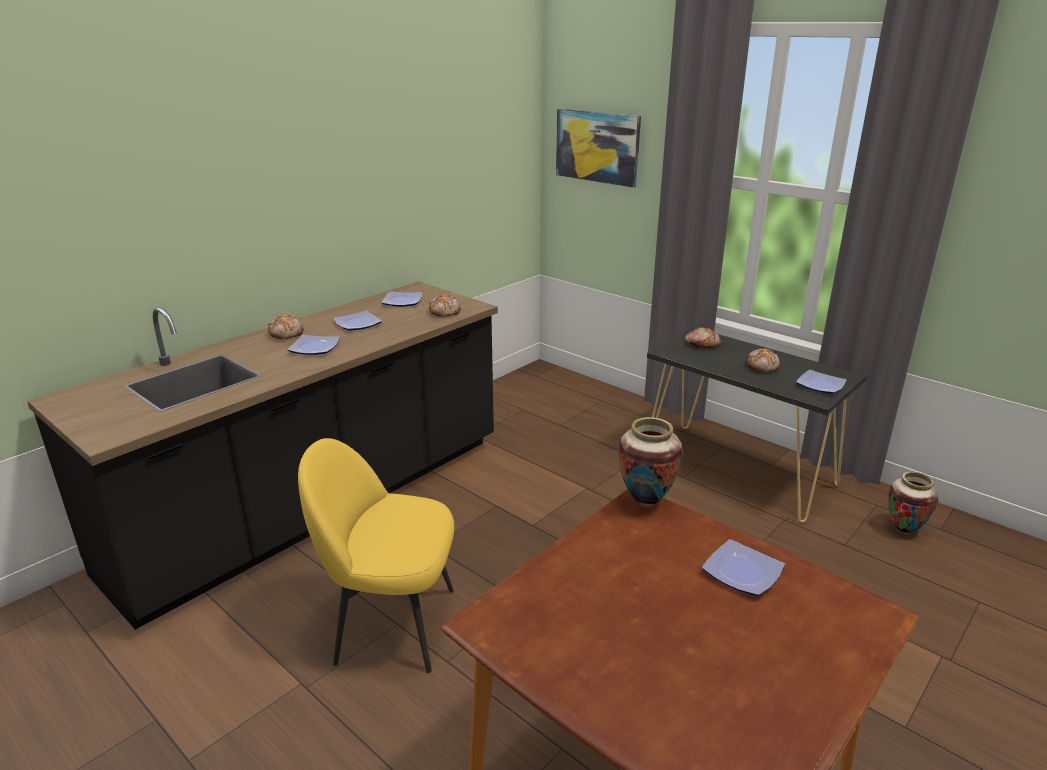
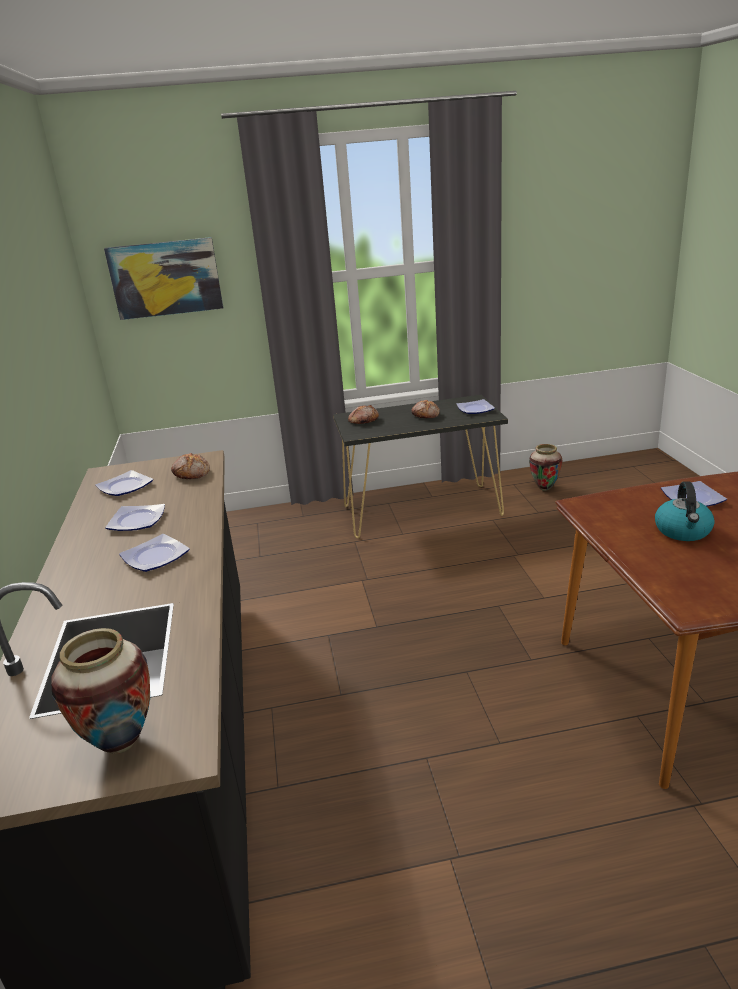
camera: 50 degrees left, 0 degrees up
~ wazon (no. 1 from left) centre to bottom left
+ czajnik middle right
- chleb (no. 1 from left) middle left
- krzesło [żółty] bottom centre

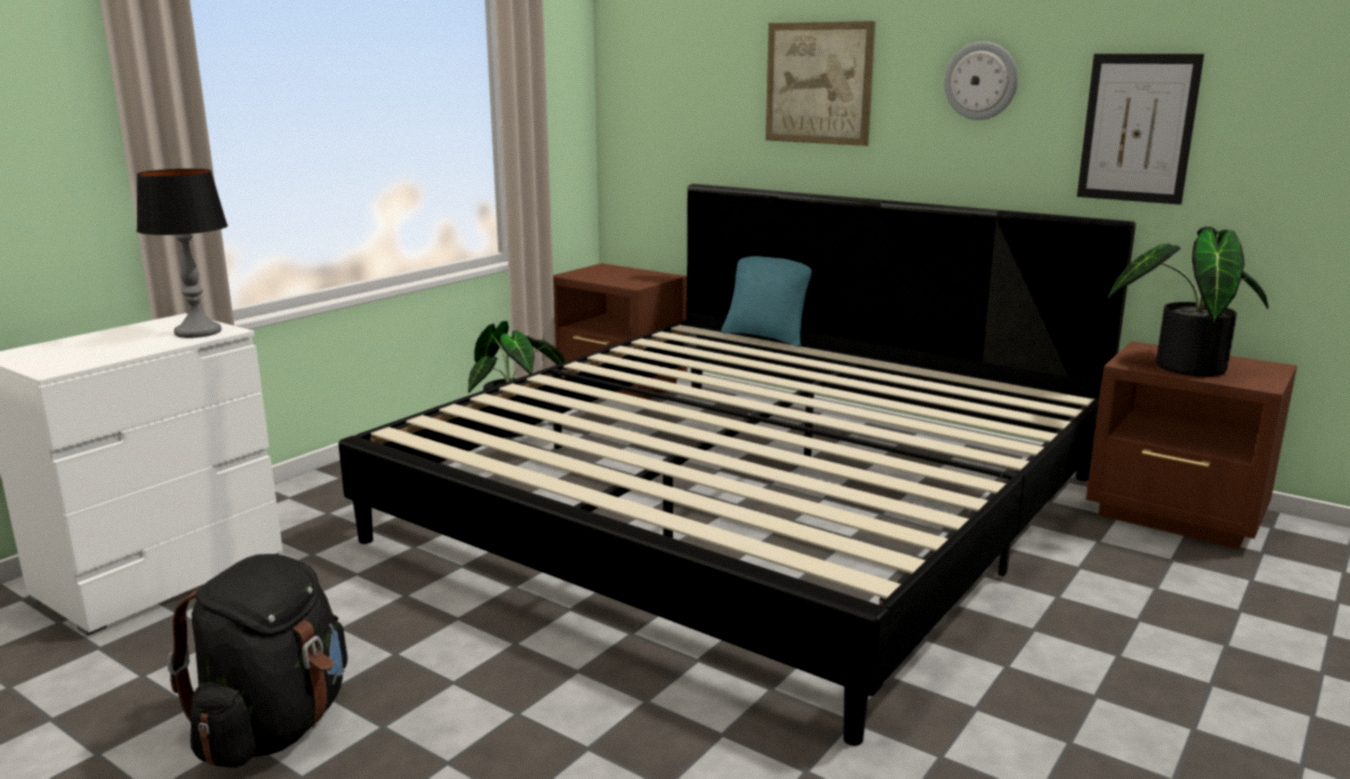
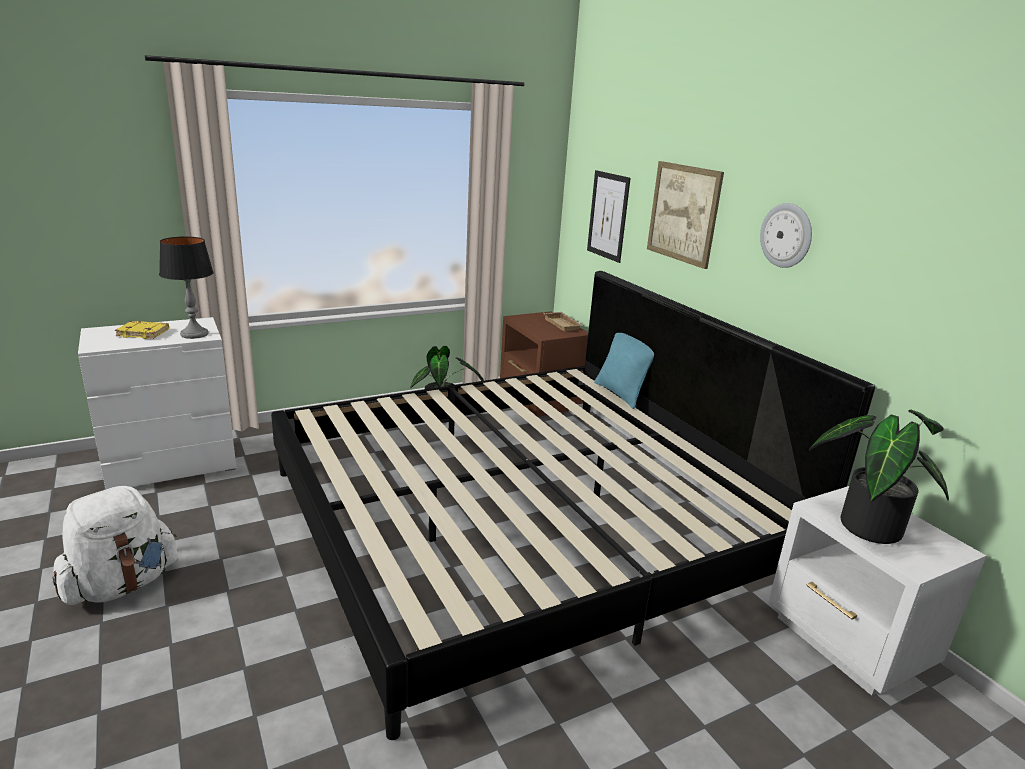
camera: 25 degrees right, 5 degrees up
~ plecak [czarny] bottom left to plecak [biały] bottom left
+ książka [żółty] middle left
+ taca [beżowy] centre
~ obraz (no. 2 from left in the first image) top right to obraz (no. 1 from left) top centre
~ szafka nocna [brązowy] (no. 2 from left) middle right to szafka nocna [biały] bottom right

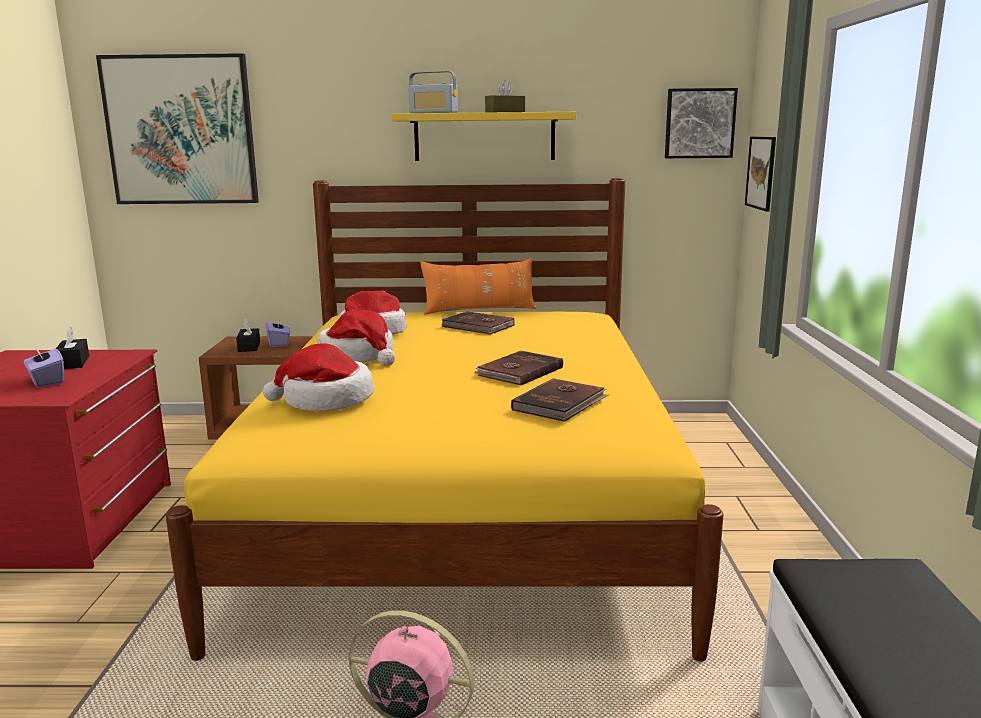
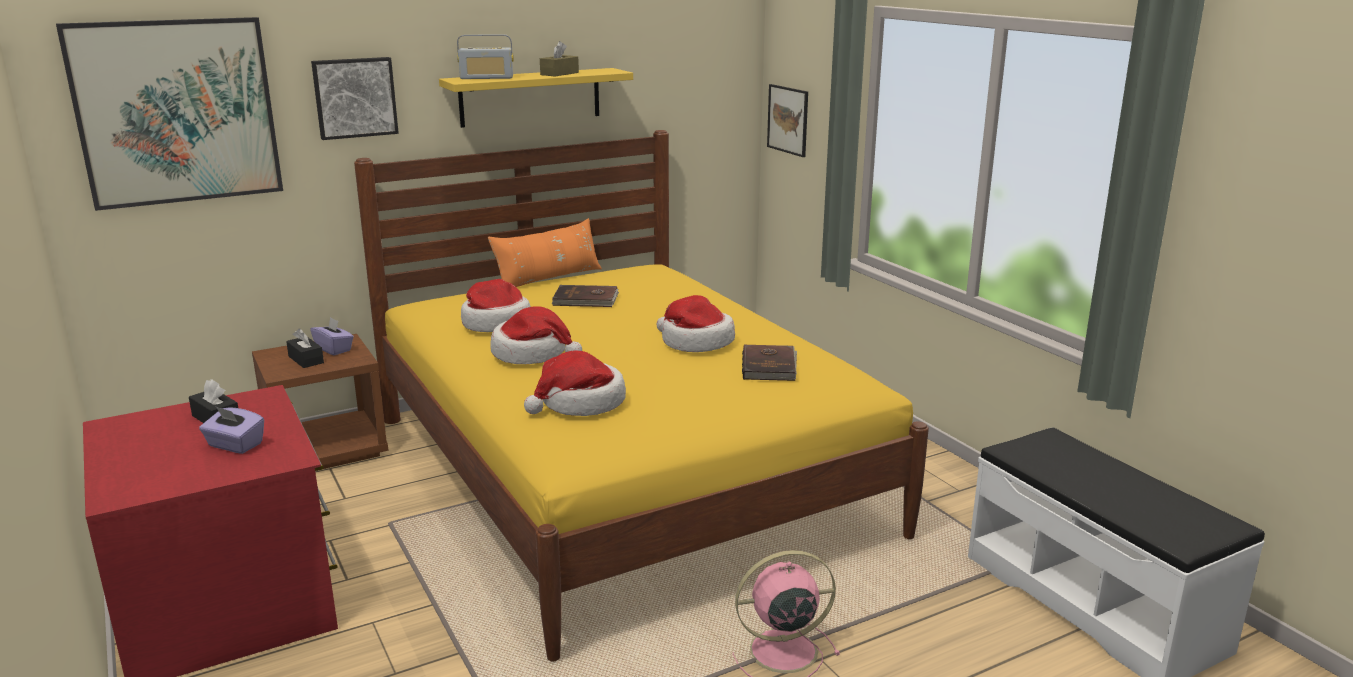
camera: 30 degrees left, 5 degrees up
~ obraz (no. 2 from left) top right to top left
~ książka [brązowy] (no. 2 from left) centre to kapelusz (no. 4 from left) centre

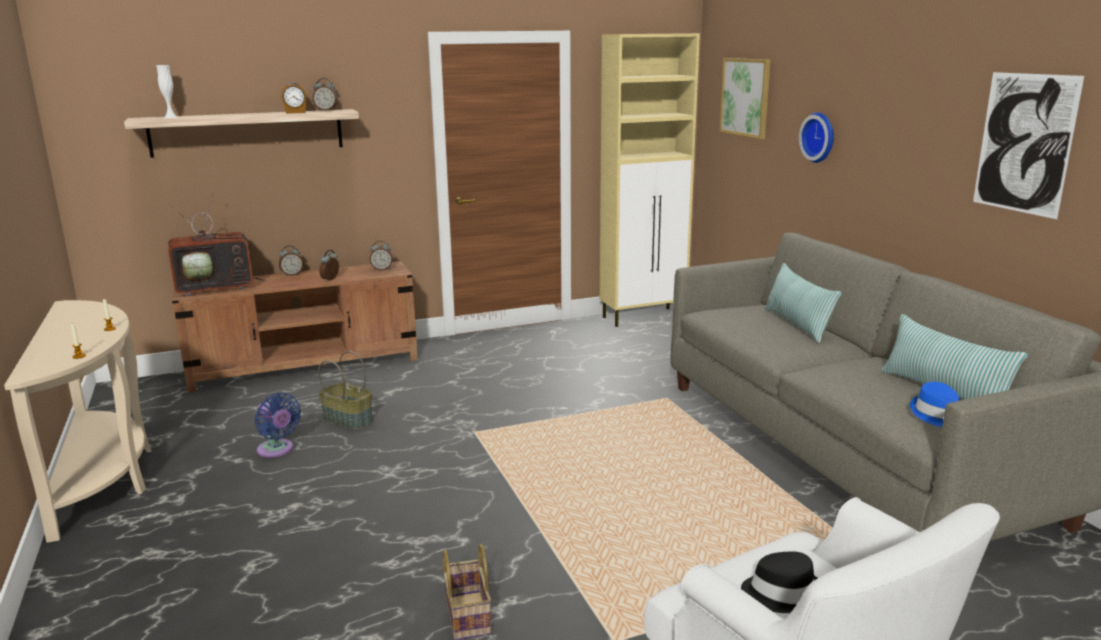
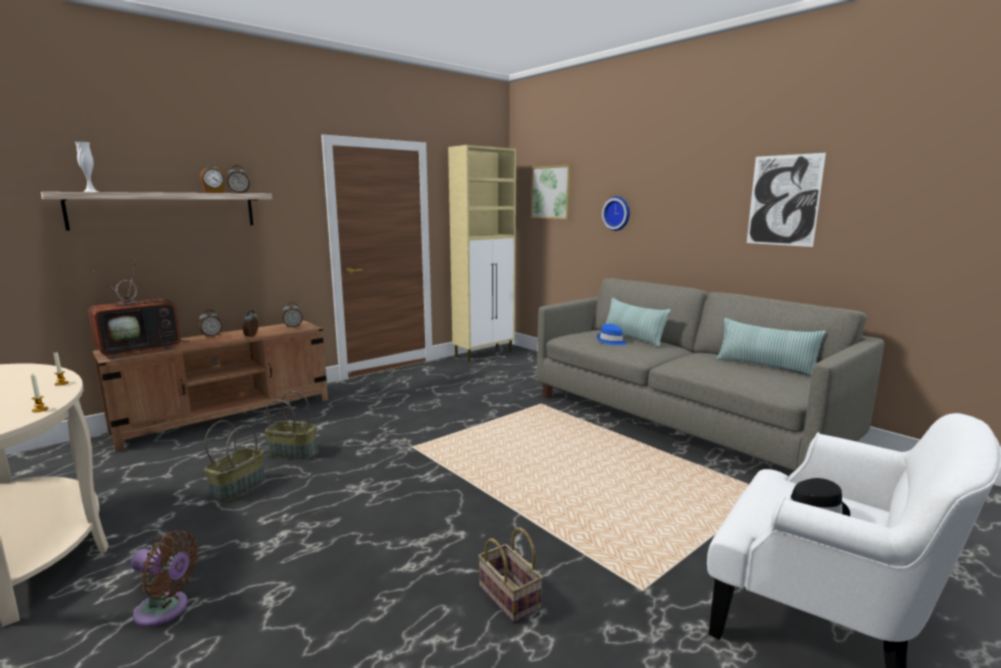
camera: 20 degrees left, 5 degrees down
+ wentylator [brązowy] bottom left
~ wentylator [niebieski] middle left to koszyk (no. 1 from left) bottom left
~ kapelusz [niebieski] middle right to centre

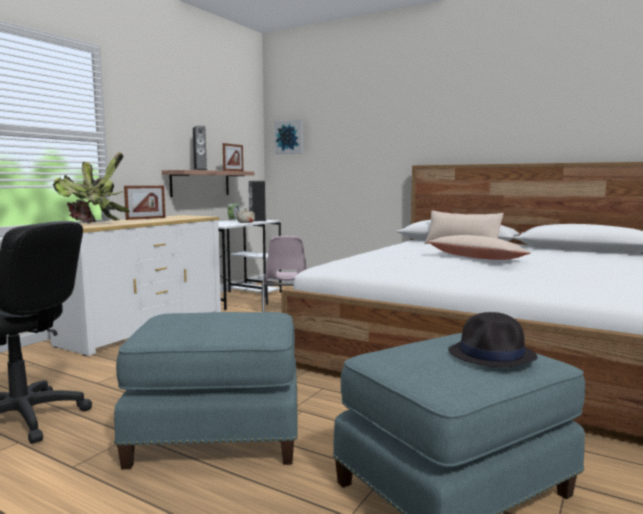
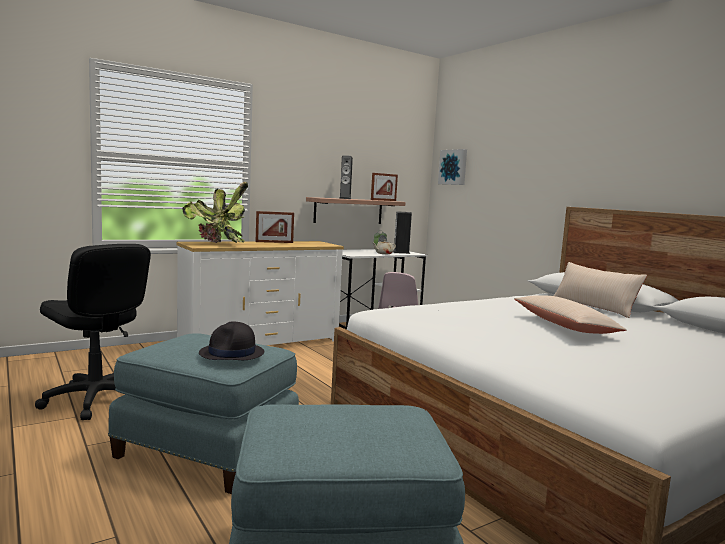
camera: 25 degrees right, 0 degrees up
~ kapelusz [czarny] middle right to middle left

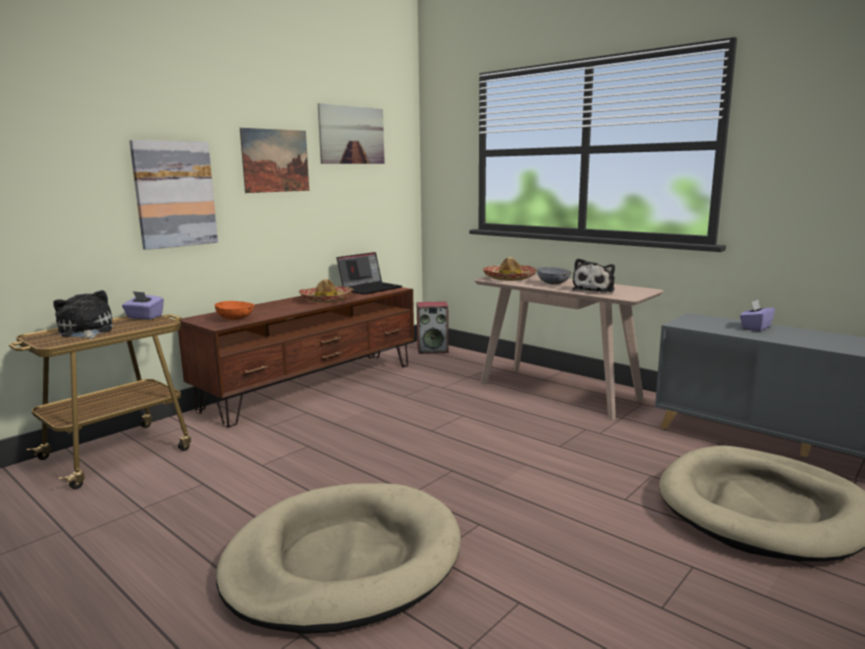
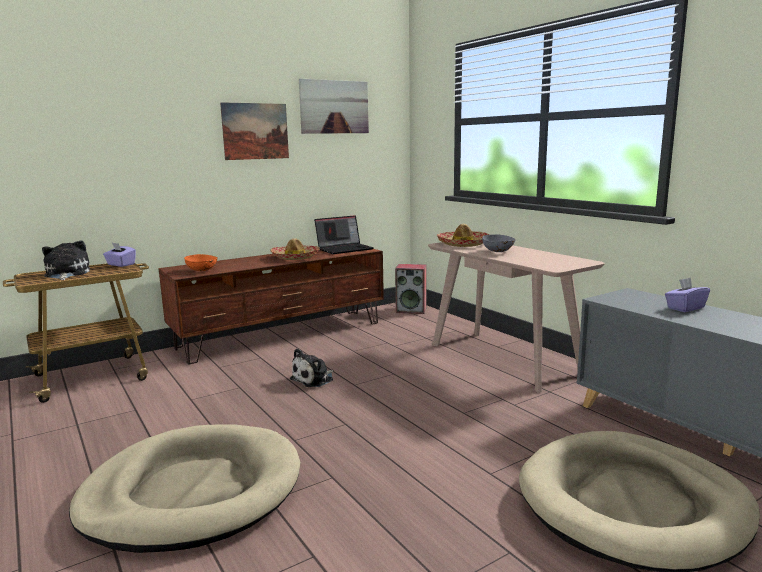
camera: 15 degrees right, 0 degrees up
~ pluszak (no. 2 from left) middle right to centre
- obraz (no. 1 from left) top left

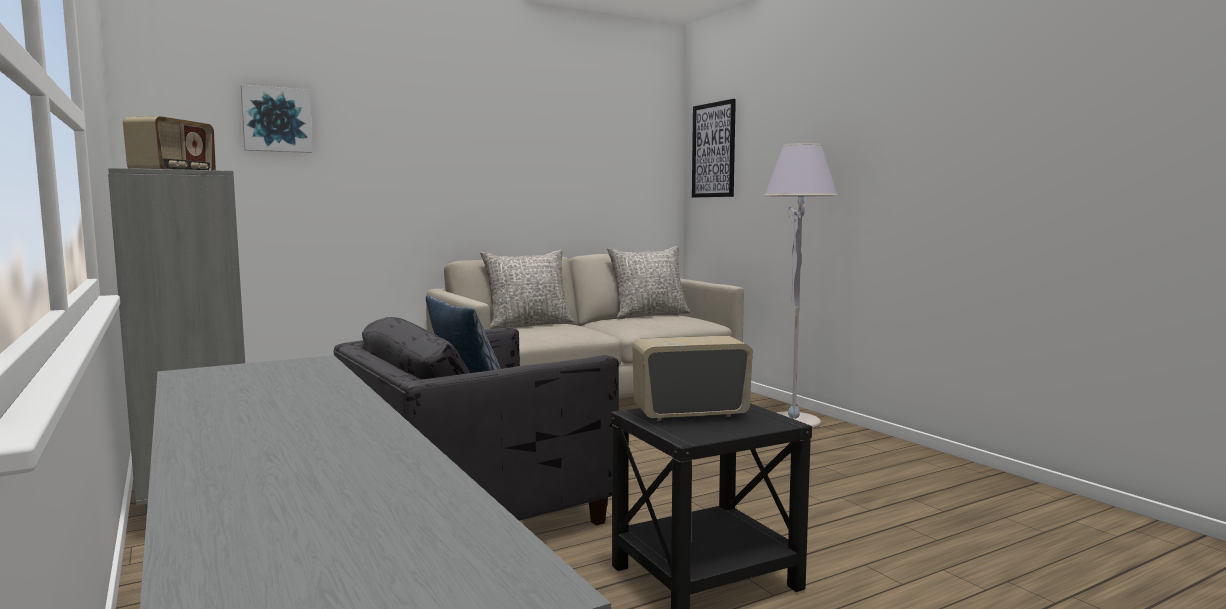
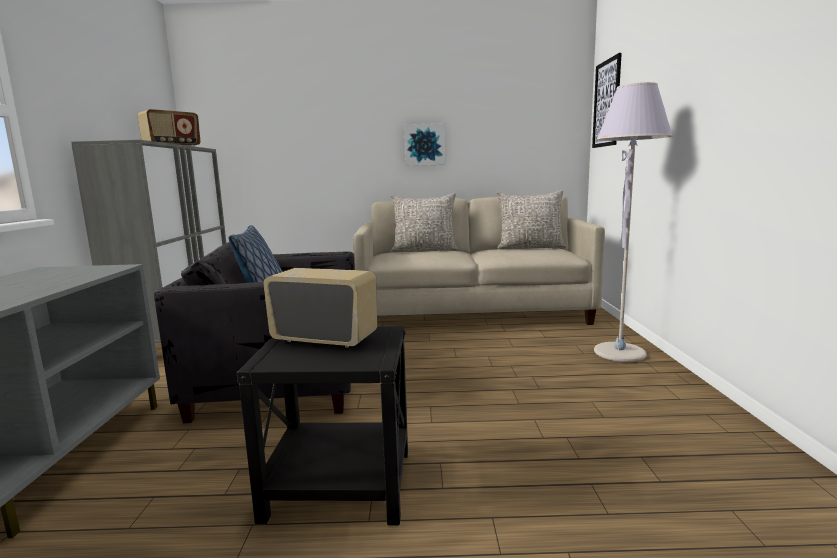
camera: 30 degrees right, 5 degrees up
~ obraz (no. 1 from left) top left to top centre

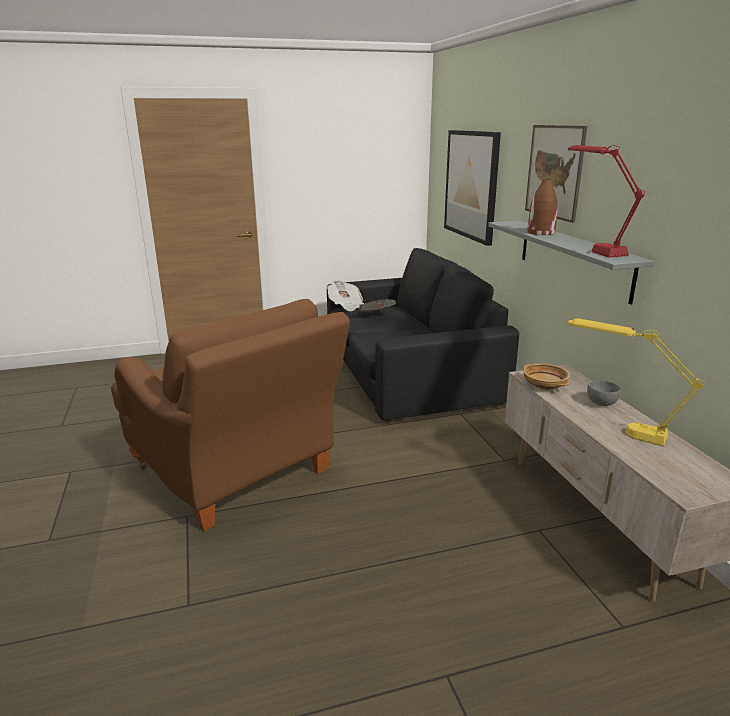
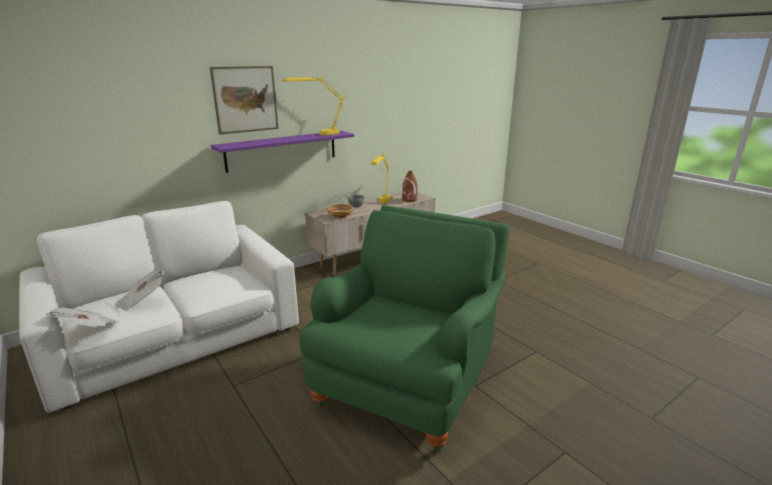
camera: 110 degrees left, 0 degrees up
~ kanapa [czarny] centre to kanapa [biały] middle left
~ półka [szary] middle right to półka [fioletowy] top centre
~ lampa stołowa [czerwony] top right to lampa stołowa [żółty] (no. 1 from left) top centre
~ fotel [brązowy] middle left to fotel [zielony] bottom centre
~ wazon [brązowy] top right to centre
- obraz (no. 1 from left) top centre

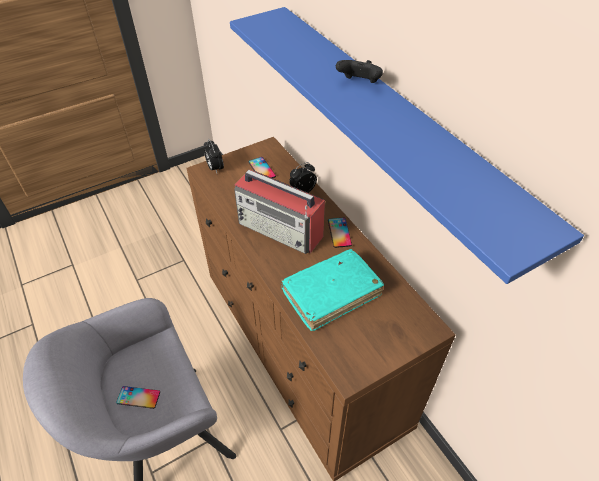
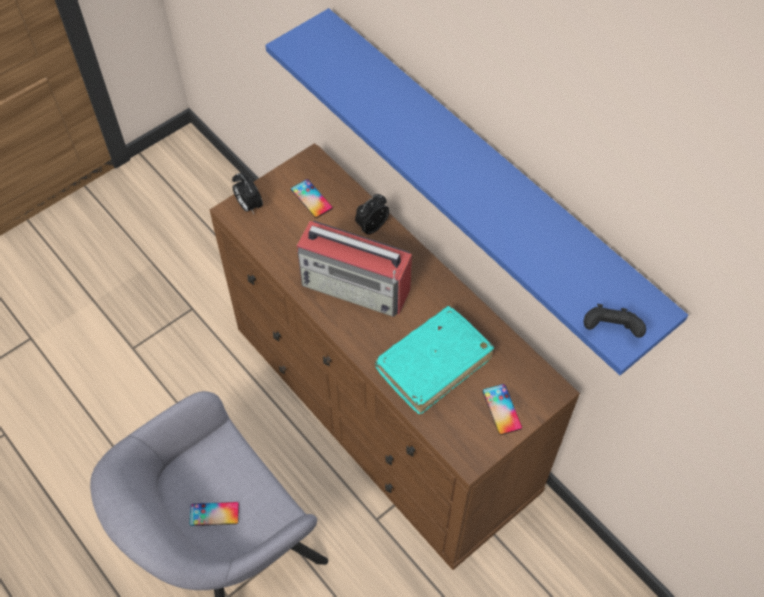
camera: 10 degrees left, 10 degrees up
~ telefon (no. 3 from left) centre to bottom centre
~ pad do gier [czarny] top centre to middle right

